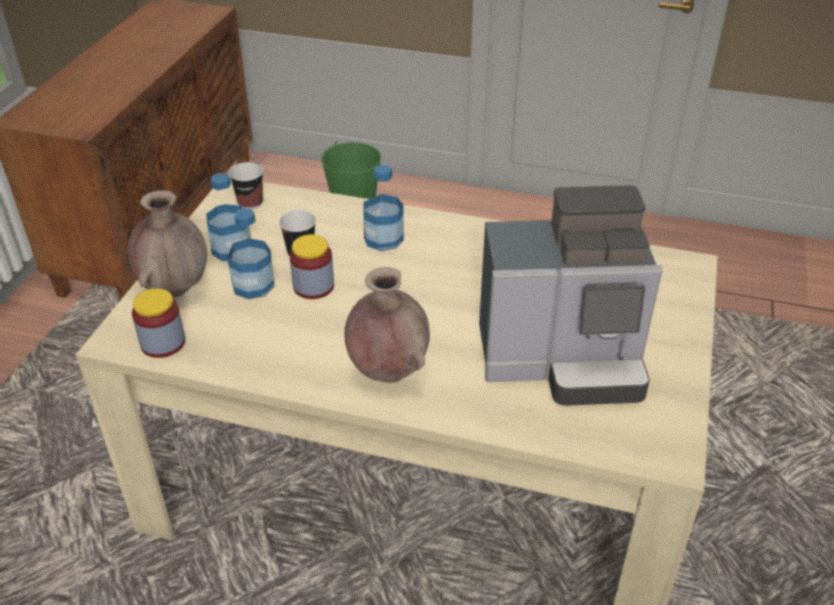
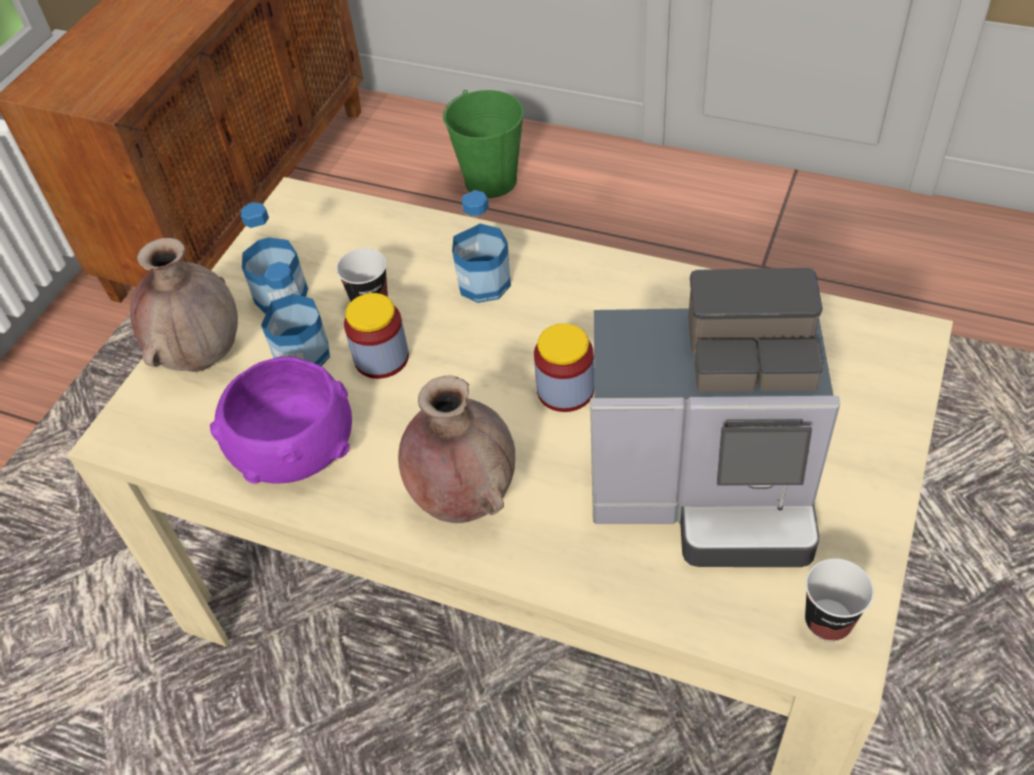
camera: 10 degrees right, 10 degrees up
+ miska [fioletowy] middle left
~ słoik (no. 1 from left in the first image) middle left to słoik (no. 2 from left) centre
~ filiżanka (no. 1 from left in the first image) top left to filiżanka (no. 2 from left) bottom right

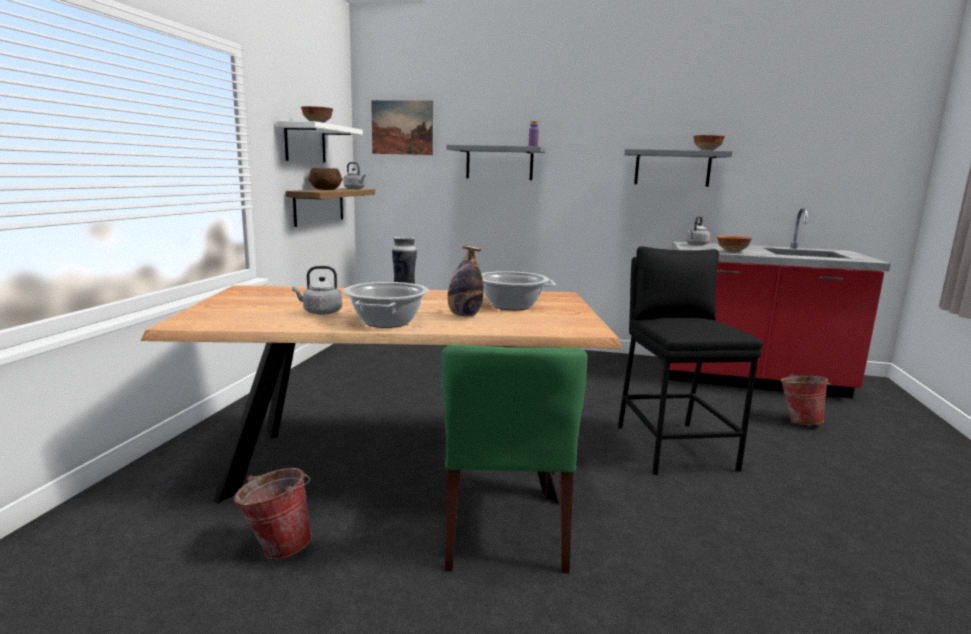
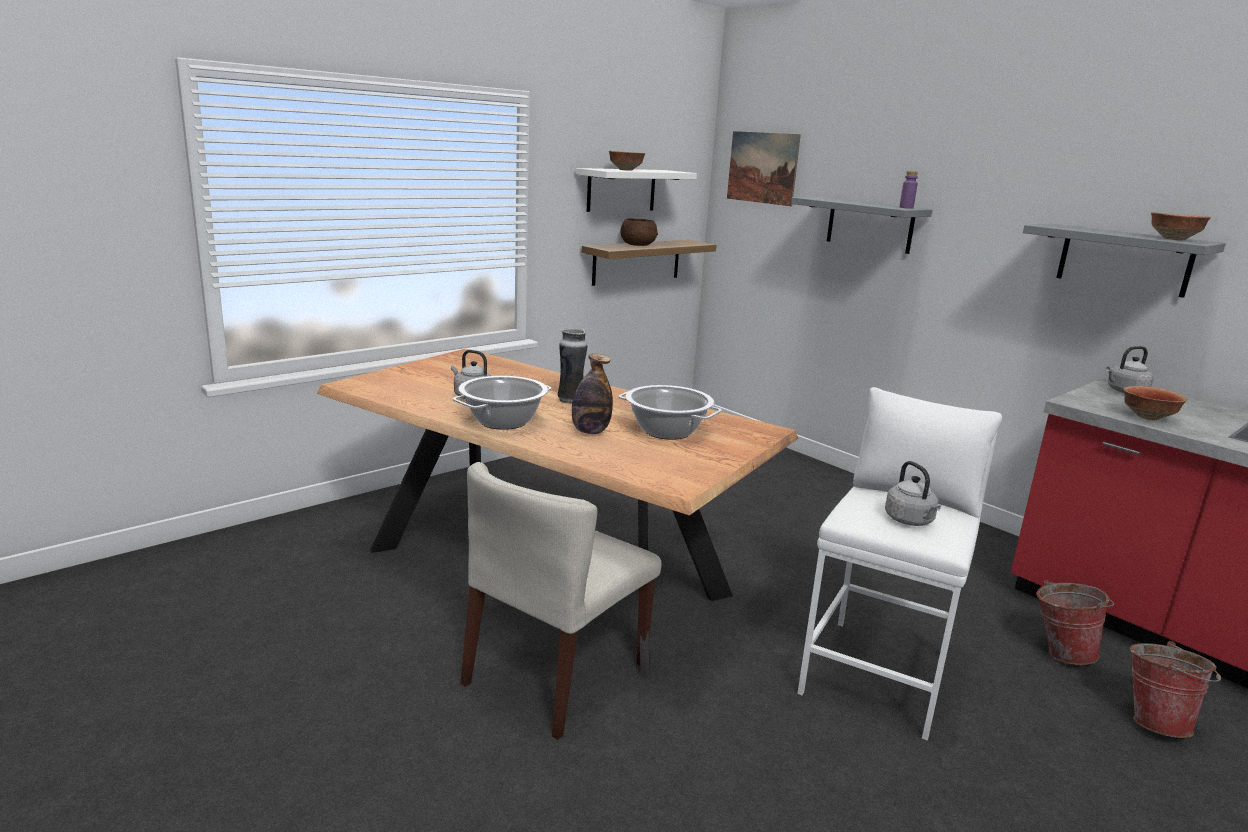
camera: 35 degrees right, 5 degrees up
~ krzesło [zielony] bottom centre to krzesło [beżowy] bottom centre
~ stołek [czarny] middle right to stołek [biały] bottom right
~ czajnik [szary] (no. 2 from left) top centre to middle right
~ wiadro (no. 1 from left) bottom left to bottom right

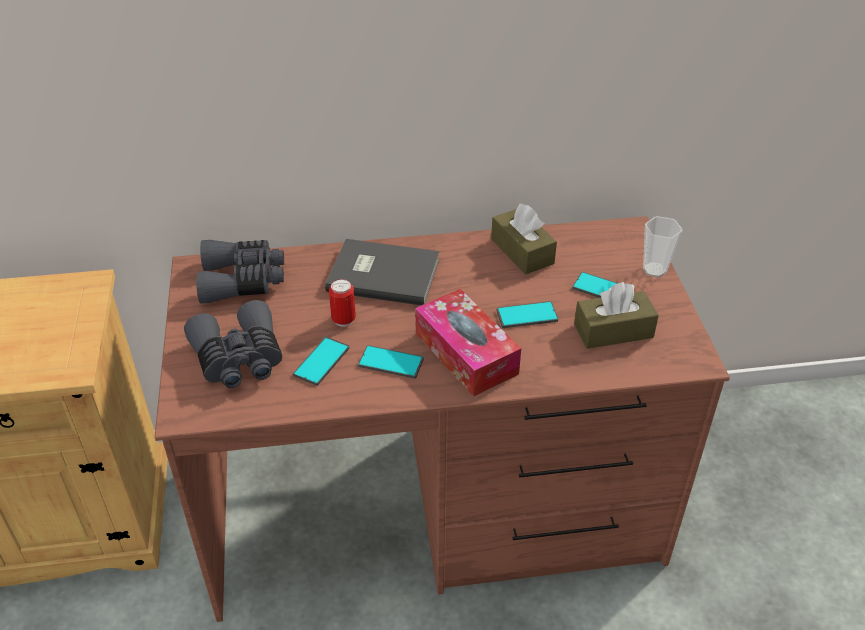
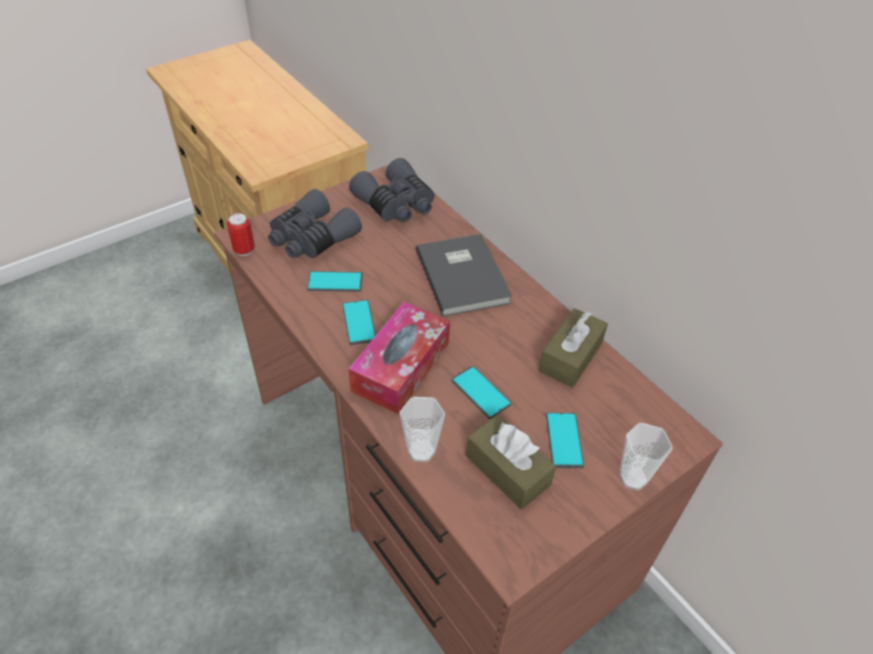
camera: 60 degrees right, 5 degrees up
~ puszka centre to middle left
+ filiżanka (no. 1 from left) centre

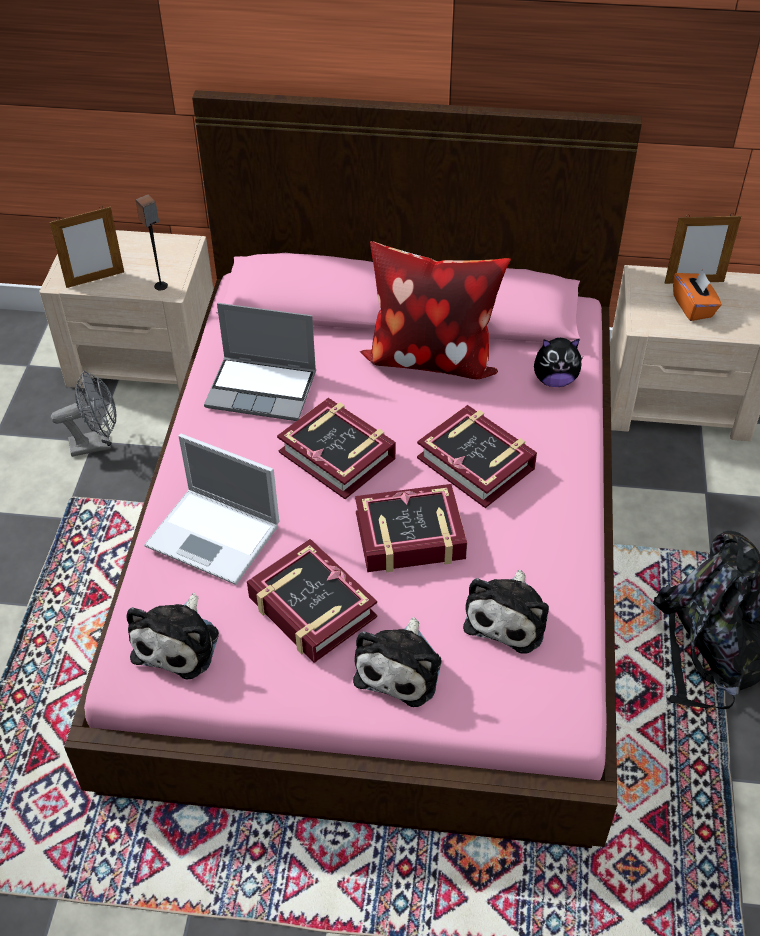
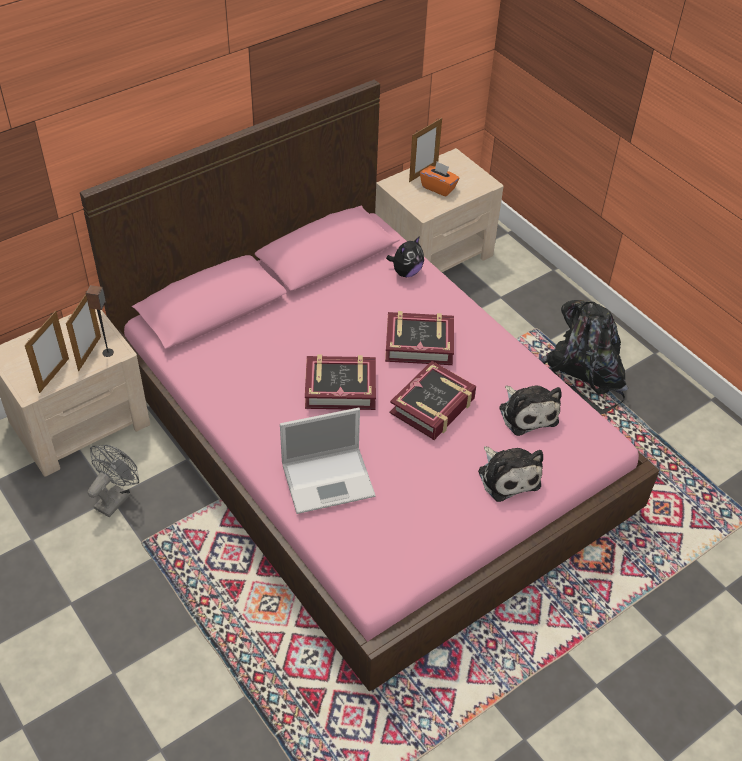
camera: 45 degrees left, 0 degrees up
+ ramka na zdjęcie (no. 2 from left) middle left
- pluszak (no. 1 from left) bottom left
- laptop (no. 2 from left) centre
- książka (no. 1 from left) centre
- poduszka top centre

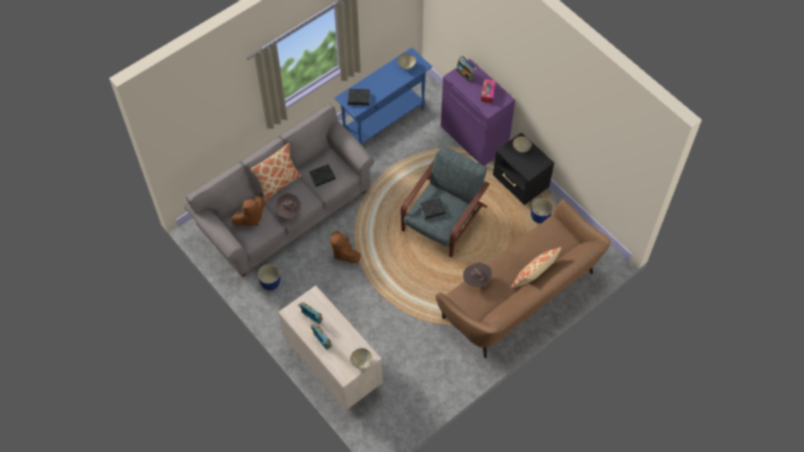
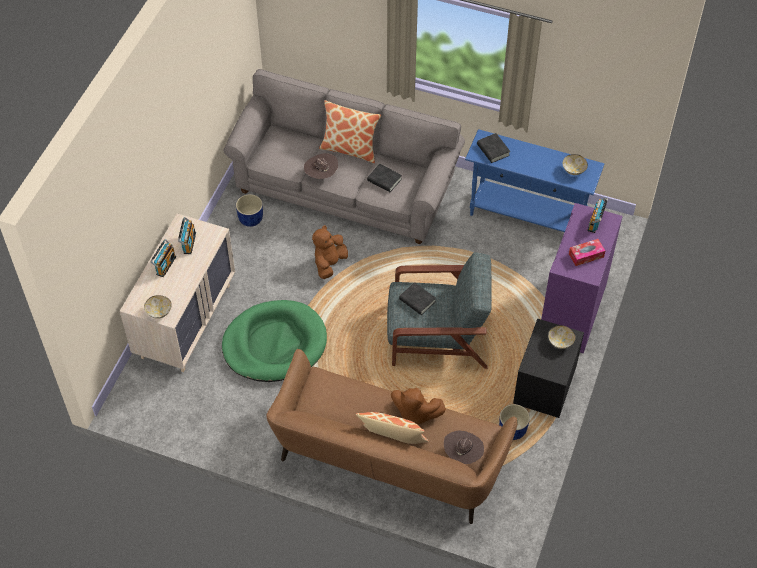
camera: 60 degrees right, 5 degrees down
+ legowisko [zielony] centre
~ pluszak [brązowy] (no. 1 from left in the first image) middle left to pluszak [brązowy] (no. 2 from left) bottom centre
~ kapelusz [brązowy] (no. 2 from left) centre to bottom centre

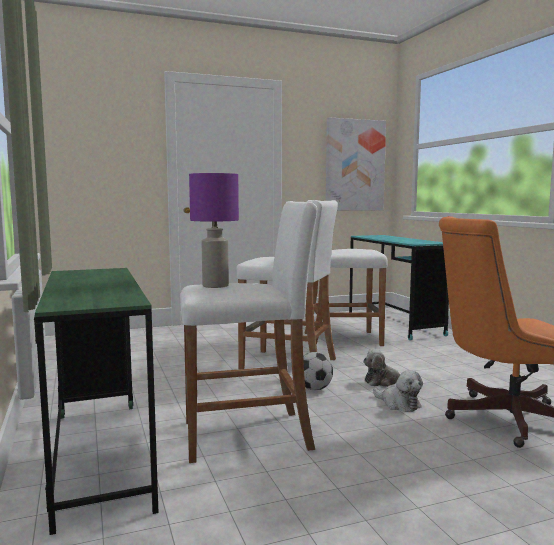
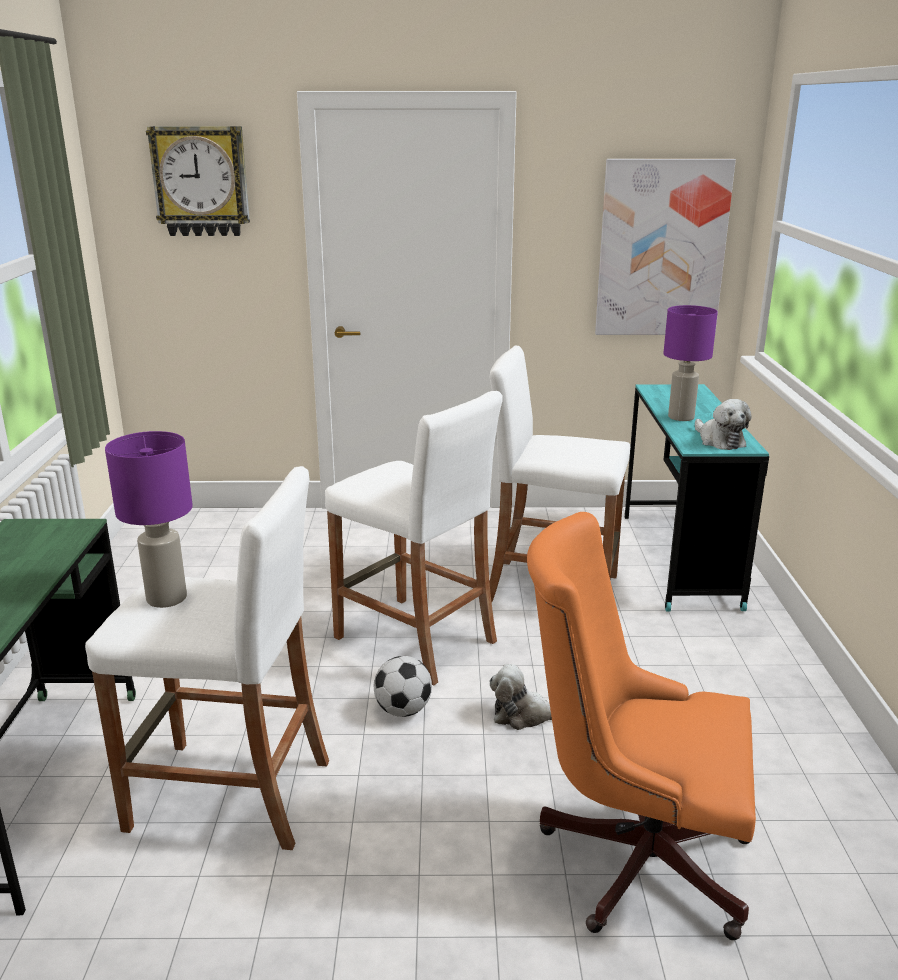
camera: 20 degrees right, 15 degrees up
+ zegar ścienny top left
+ lampa stołowa [fioletowy] (no. 2 from left) middle right
~ pluszak (no. 2 from left) bottom right to middle right

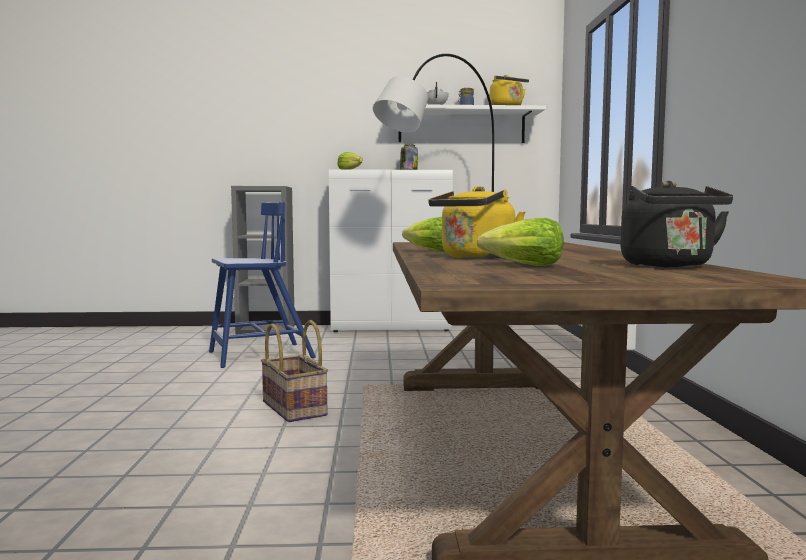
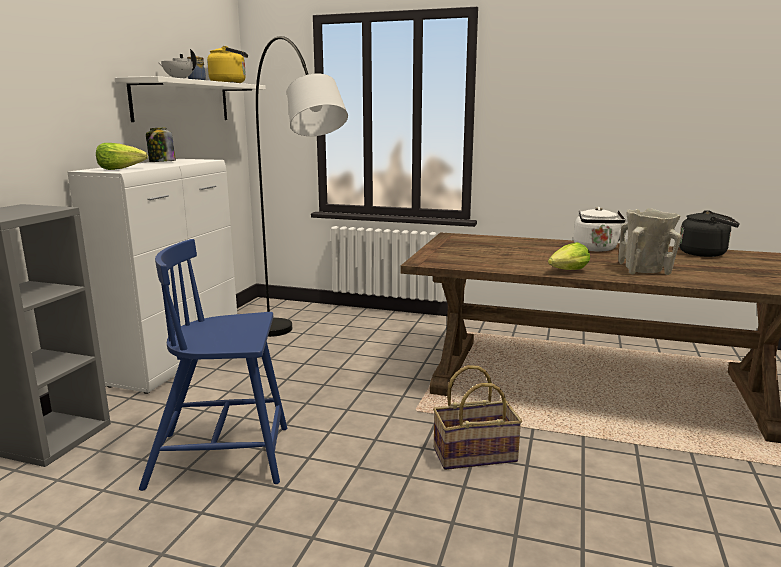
camera: 70 degrees left, 10 degrees up
~ krzesło [niebieski] middle left = middle left 90 degrees counterclockwise
+ czajnik [biały] middle right
~ czajnik [żółty] (no. 1 from left) centre to wazon [beżowy] middle right
- sałata (no. 3 from left) centre

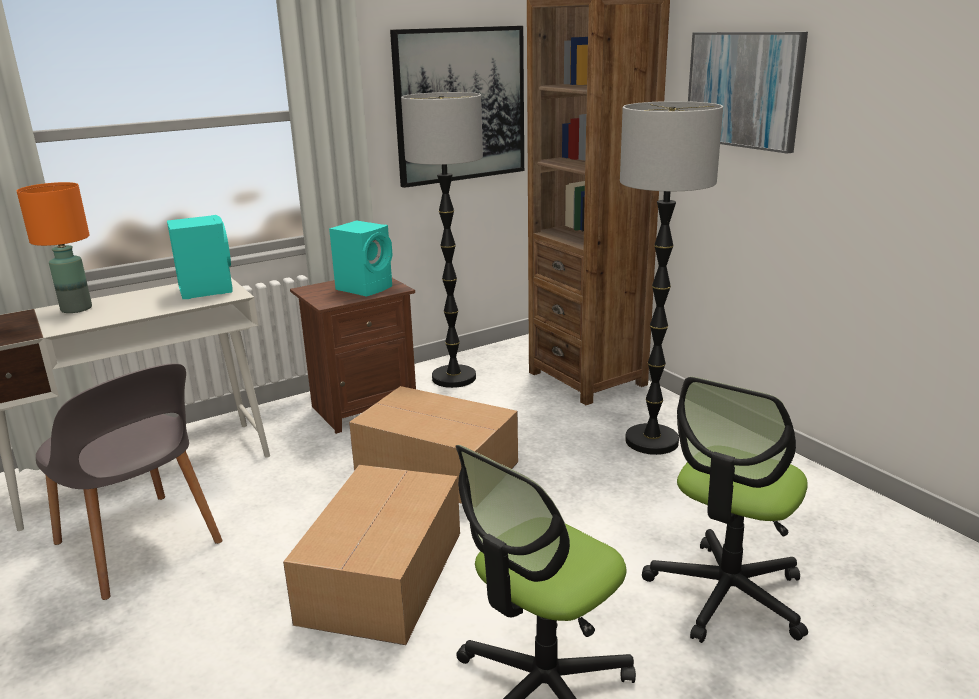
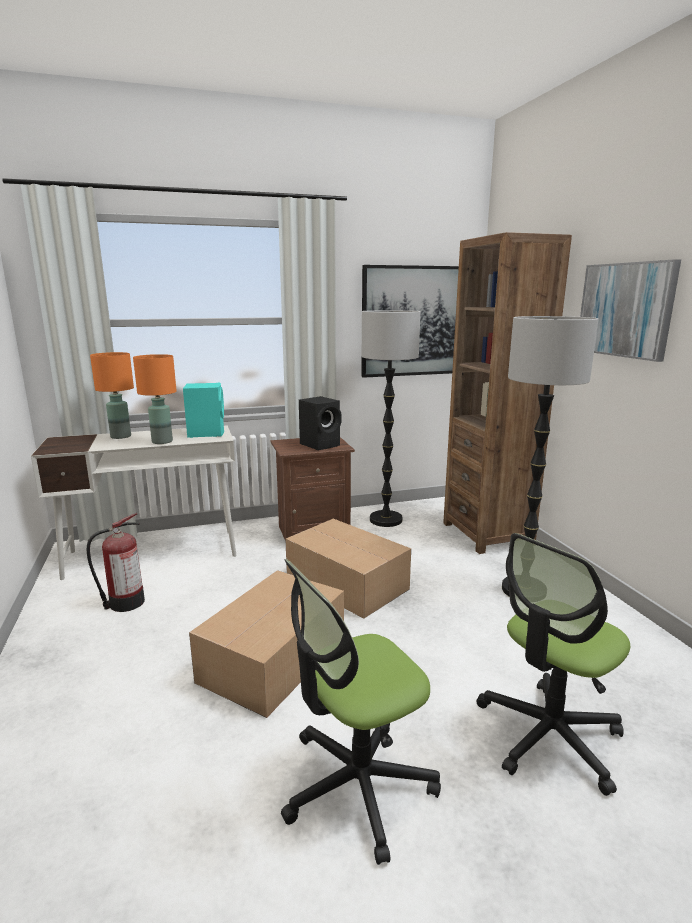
camera: 15 degrees right, 5 degrees down
~ krzesło [szary] bottom left to gaśnica middle left
+ lampa stołowa [pomarańczowy] (no. 2 from left) middle left
~ głośnik [turkusowy] (no. 2 from left) centre to głośnik [czarny] centre

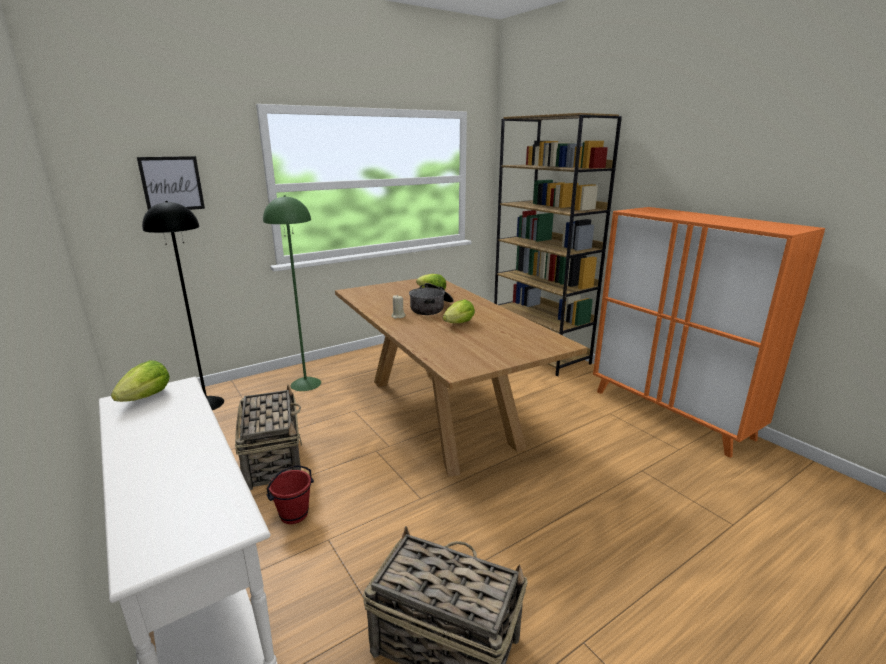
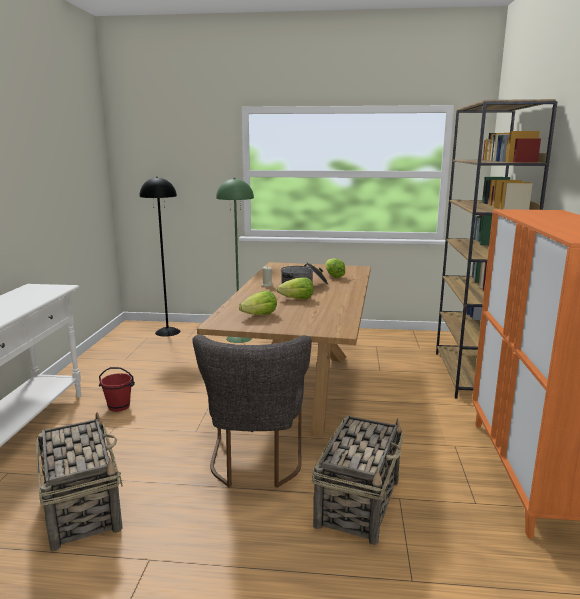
camera: 40 degrees right, 5 degrees down
+ krzesło [szary] bottom centre
~ sałata (no. 1 from left) middle left to centre
~ koszyk (no. 1 from left in the first image) middle left to koszyk (no. 2 from left) bottom centre
- obraz top left

